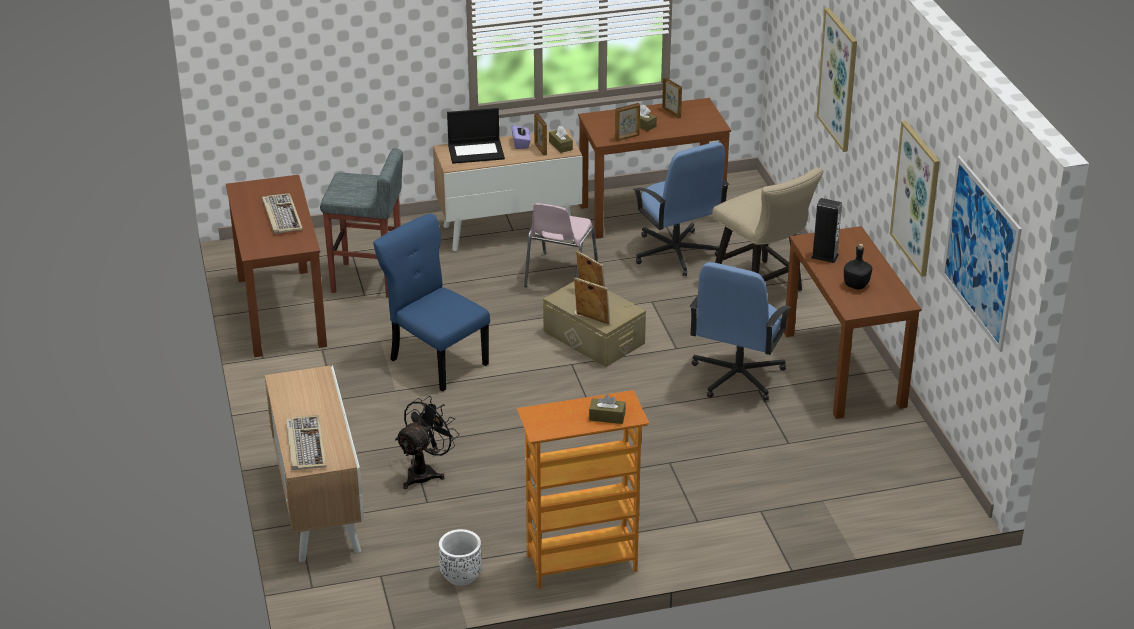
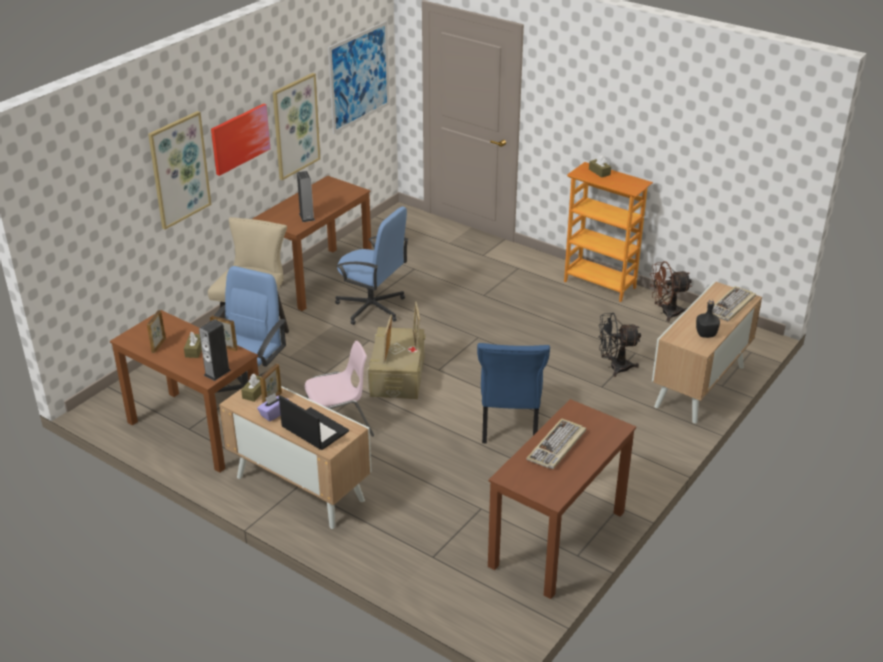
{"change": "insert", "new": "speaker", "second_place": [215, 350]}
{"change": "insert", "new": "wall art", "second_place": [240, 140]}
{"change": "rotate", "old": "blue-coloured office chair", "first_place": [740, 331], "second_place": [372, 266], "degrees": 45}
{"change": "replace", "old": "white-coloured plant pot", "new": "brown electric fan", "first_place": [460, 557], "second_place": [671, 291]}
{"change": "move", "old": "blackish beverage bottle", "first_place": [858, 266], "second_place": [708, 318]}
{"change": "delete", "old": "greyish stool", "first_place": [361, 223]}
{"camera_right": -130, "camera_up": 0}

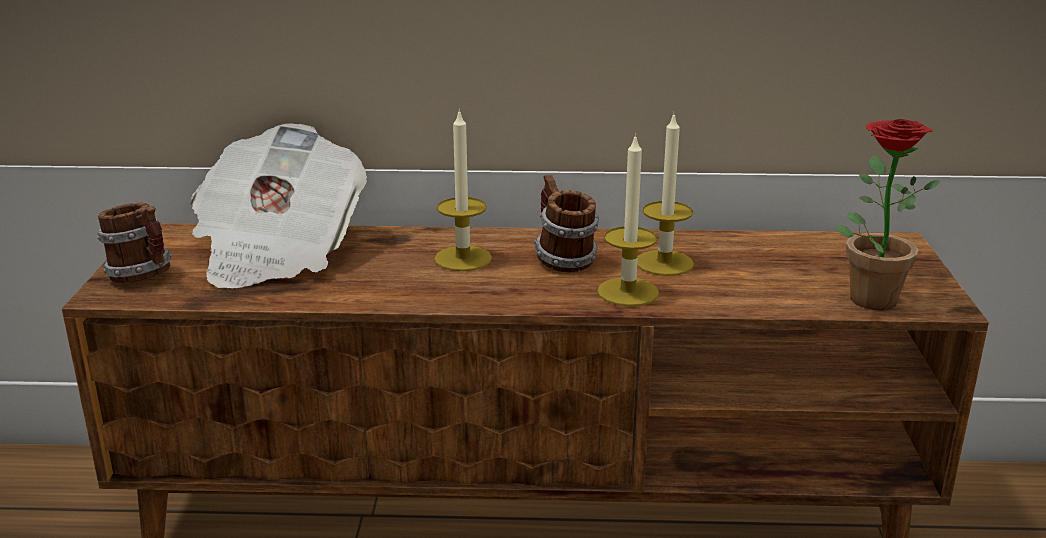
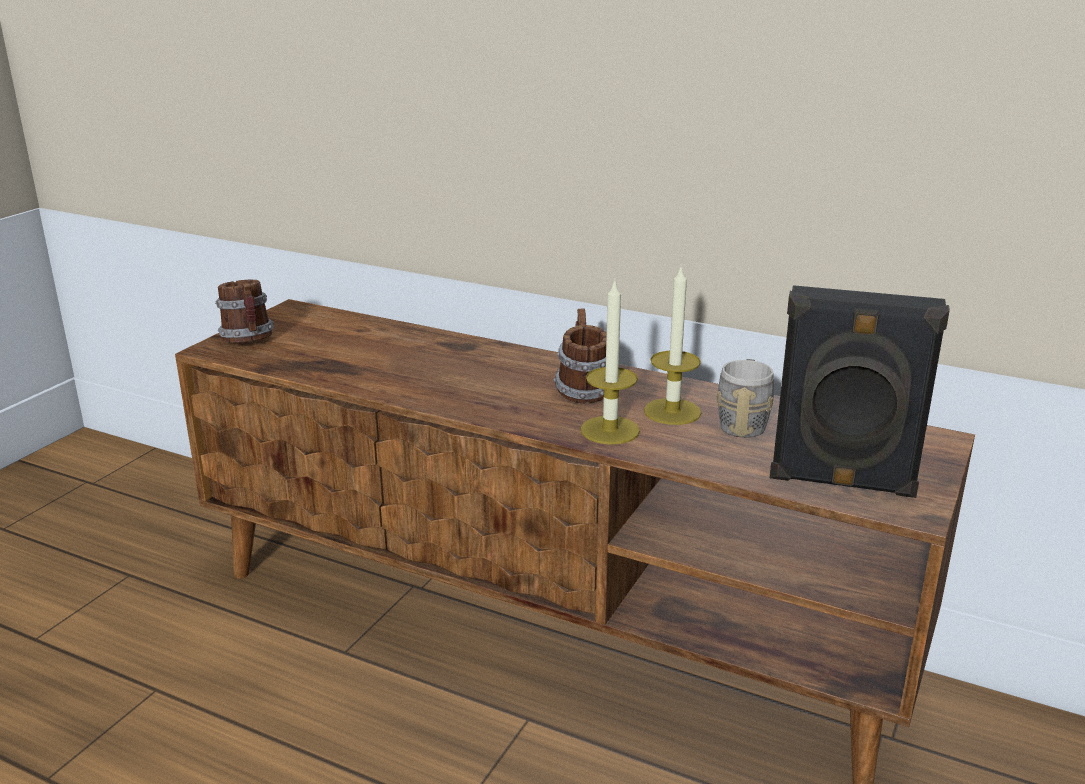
{"change": "insert", "new": "greyish tea mug", "second_place": [745, 398]}
{"change": "replace", "old": "houseplant", "new": "blackish speaker", "first_place": [888, 214], "second_place": [859, 391]}
{"change": "delete", "old": "daily paper", "first_place": [279, 205]}
{"change": "delete", "old": "candle", "first_place": [463, 189]}
{"camera_right": 25, "camera_up": 0}

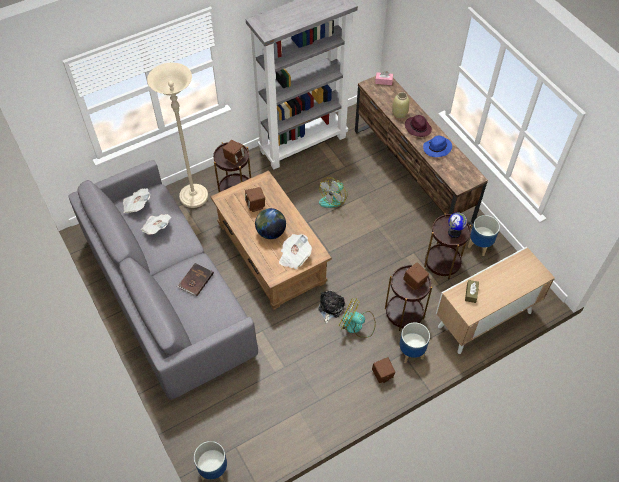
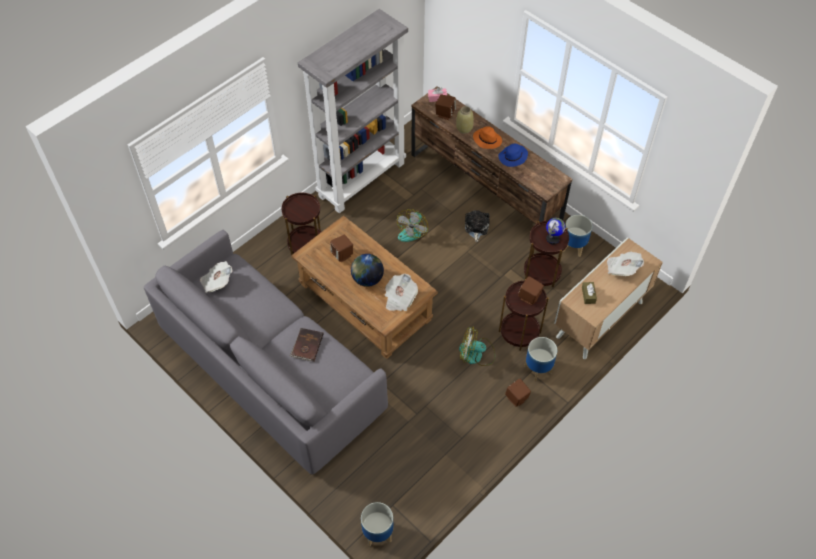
{"change": "move", "old": "brown speaker", "first_place": [234, 152], "second_place": [445, 107]}
{"change": "move", "old": "soft toy", "first_place": [331, 307], "second_place": [477, 226]}
{"change": "recolor", "old": "purple clothing hat", "new": "orangey clothing hat", "first_place": [418, 126], "second_place": [487, 137]}
{"change": "move", "old": "daily paper", "first_place": [156, 224], "second_place": [625, 263]}
{"change": "delete", "old": "beige standing lamp", "first_place": [177, 135]}
{"camera_right": -15, "camera_up": 0}

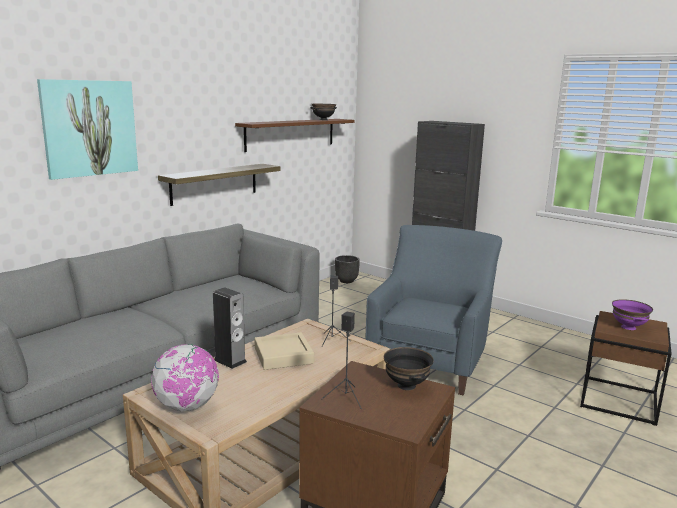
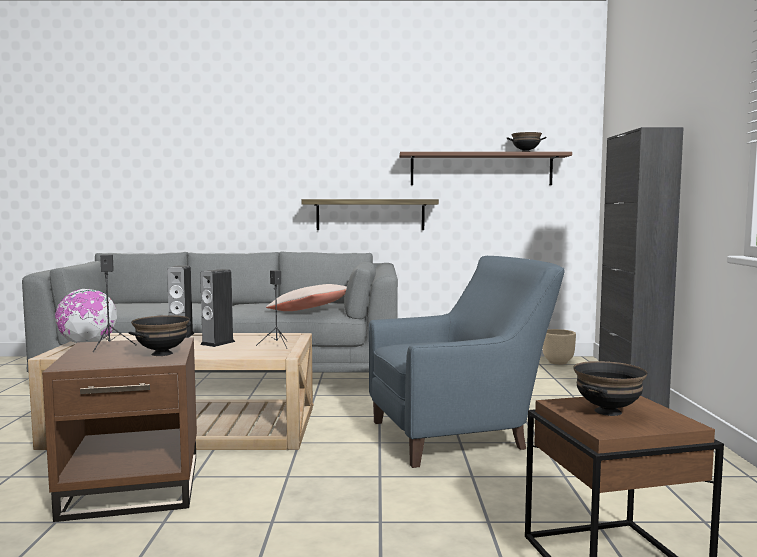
{"change": "replace", "old": "beige tray", "new": "speaker", "first_place": [284, 351], "second_place": [217, 308]}
{"change": "insert", "new": "beige throw pillow", "second_place": [306, 297]}
{"change": "recolor", "old": "blackish plant pot", "new": "beige plant pot", "first_place": [347, 269], "second_place": [559, 347]}
{"change": "recolor", "old": "purple deep dish", "new": "blackish deep dish", "first_place": [632, 314], "second_place": [610, 388]}
{"change": "delete", "old": "wall art", "first_place": [87, 129]}
{"camera_right": 50, "camera_up": -10}

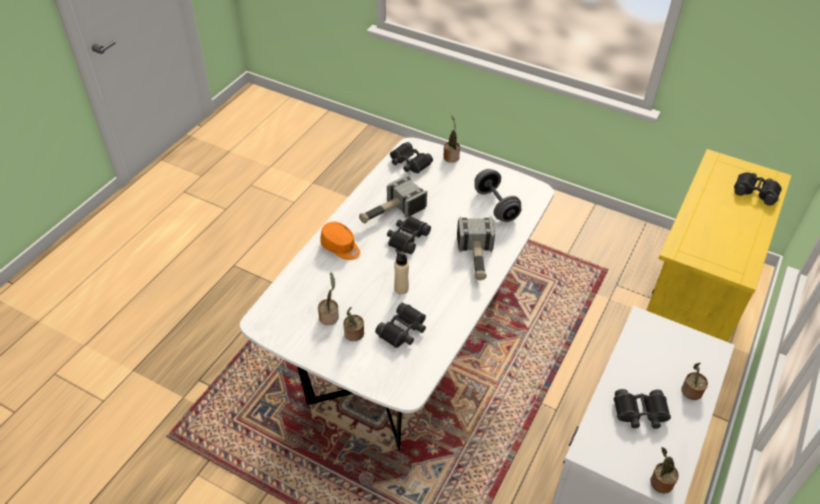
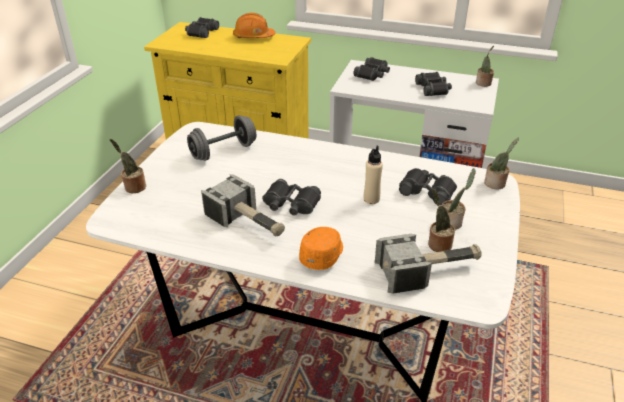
{"change": "insert", "new": "orangey work helmet", "second_place": [254, 25]}
{"change": "move", "old": "blackish binoculars", "first_place": [411, 157], "second_place": [372, 69]}
{"change": "move", "old": "tool hammer", "first_place": [476, 248], "second_place": [428, 264]}
{"change": "move", "old": "houseplant", "first_place": [694, 381], "second_place": [501, 163]}
{"camera_right": -100, "camera_up": -10}

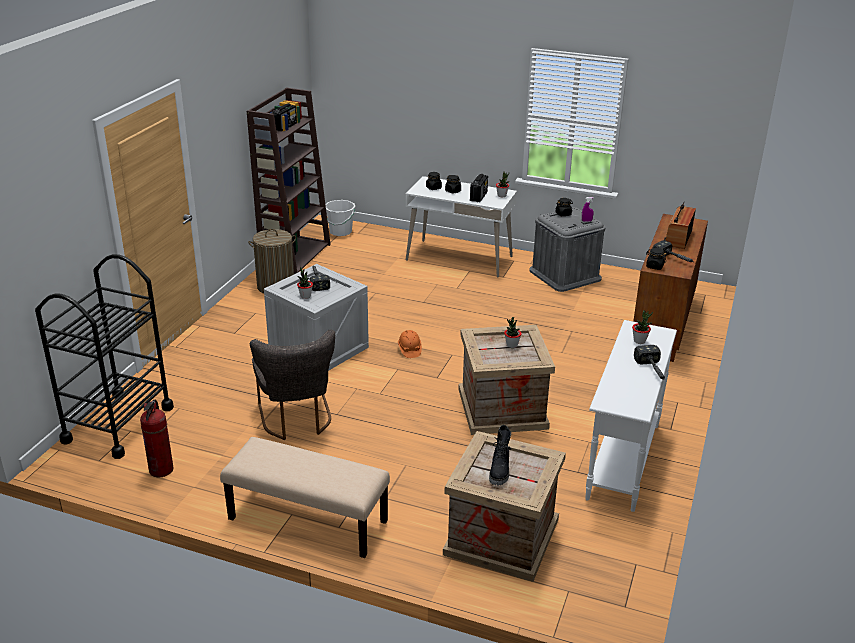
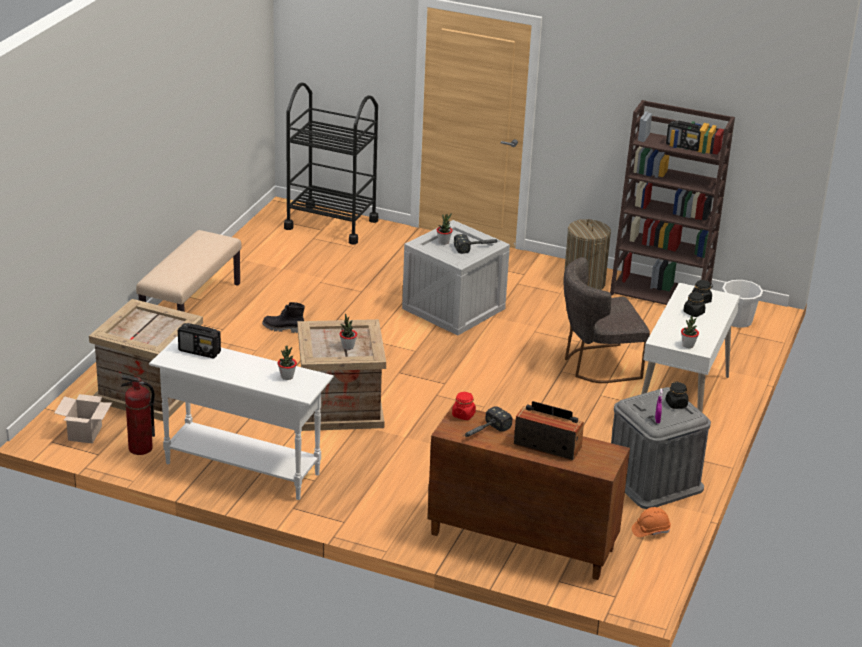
{"change": "insert", "new": "cardboard box", "second_place": [83, 419]}
{"change": "move", "old": "fire extinguisher", "first_place": [157, 438], "second_place": [138, 415]}
{"change": "move", "old": "radio set", "first_place": [479, 188], "second_place": [199, 341]}
{"change": "move", "old": "blackish high-top boot", "first_place": [500, 455], "second_place": [283, 317]}
{"change": "recolor", "old": "blackish storage jar", "new": "red storage jar", "first_place": [656, 259], "second_place": [464, 406]}
{"change": "move", "old": "greyish chair", "first_place": [292, 385], "second_place": [607, 320]}
{"change": "move", "old": "orangey work helmet", "first_place": [410, 344], "second_place": [651, 522]}
{"change": "delete", "old": "tool hammer", "first_place": [649, 362]}
{"camera_right": 90, "camera_up": 0}

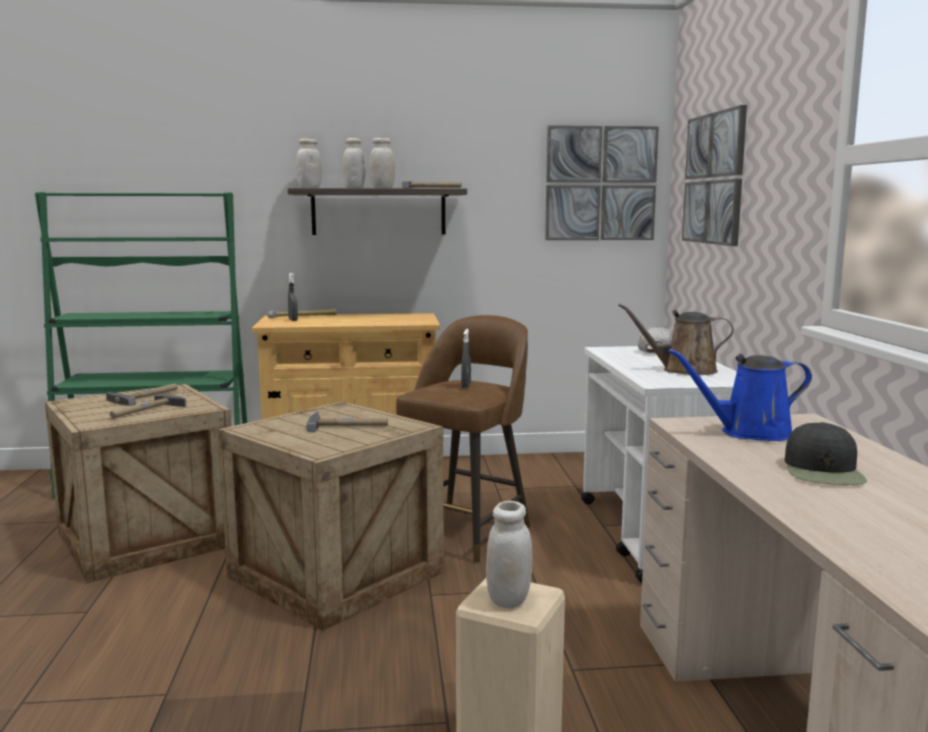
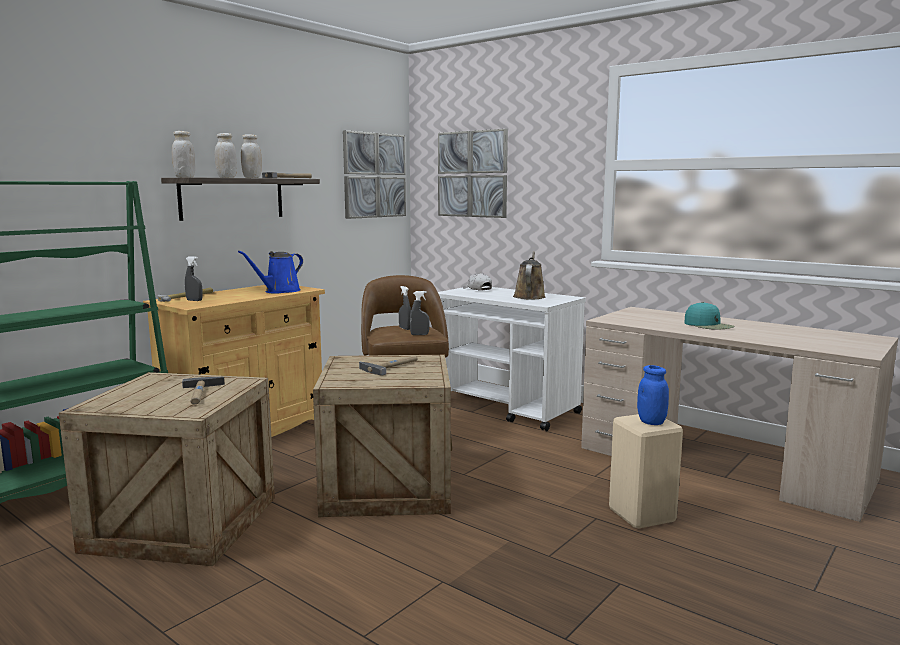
{"change": "move", "old": "blue-coloured sprinkling can", "first_place": [740, 395], "second_place": [270, 272]}
{"change": "insert", "new": "greyish sprayer", "second_place": [420, 313]}
{"change": "rotate", "old": "brown sprinkling can", "first_place": [676, 339], "second_place": [529, 275], "degrees": 135}
{"change": "recolor", "old": "white-coloured storage jar", "new": "blue-coloured storage jar", "first_place": [509, 555], "second_place": [653, 395]}
{"change": "recolor", "old": "blackish peaked cap", "new": "turquoise peaked cap", "first_place": [826, 453], "second_place": [709, 316]}
{"change": "delete", "old": "tool hammer", "first_place": [142, 395]}
{"camera_right": -45, "camera_up": 0}

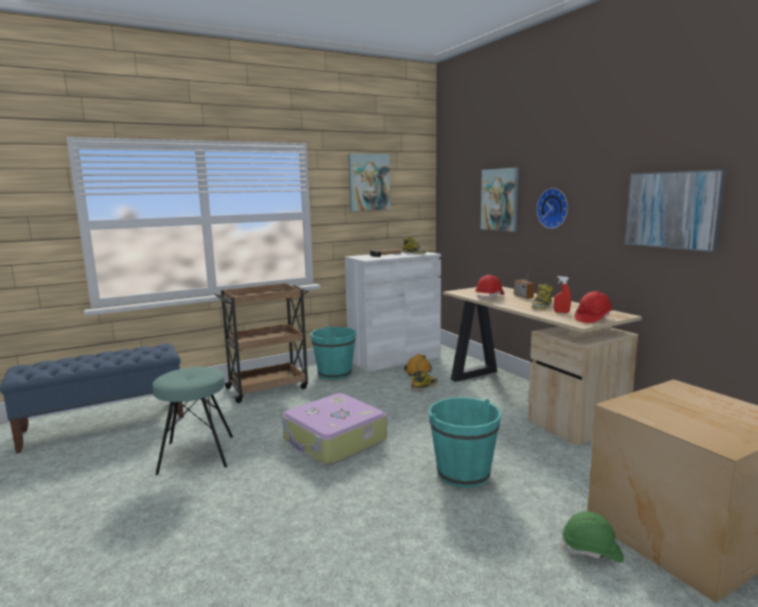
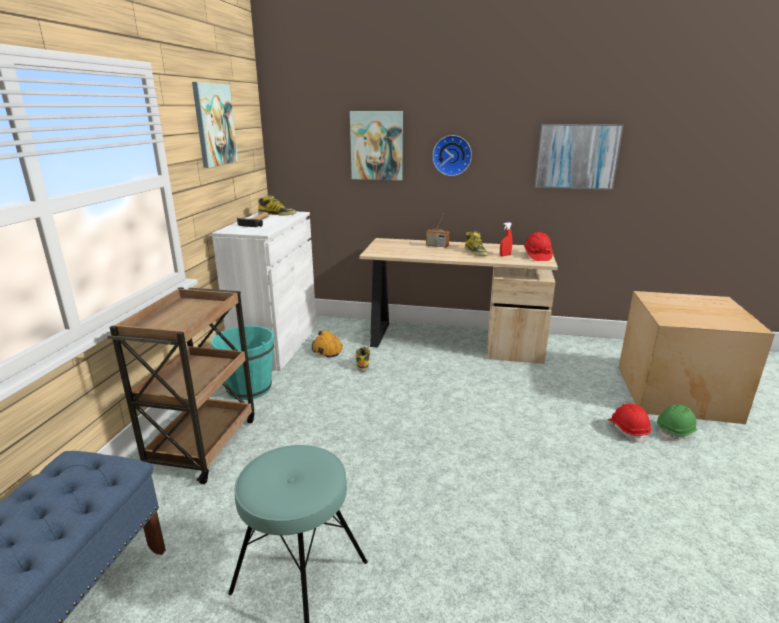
{"change": "move", "old": "red work helmet", "first_place": [489, 287], "second_place": [629, 423]}
{"change": "delete", "old": "piece of luggage", "first_place": [334, 429]}
{"change": "delete", "old": "turquoise pail", "first_place": [464, 442]}
{"camera_right": -50, "camera_up": 10}

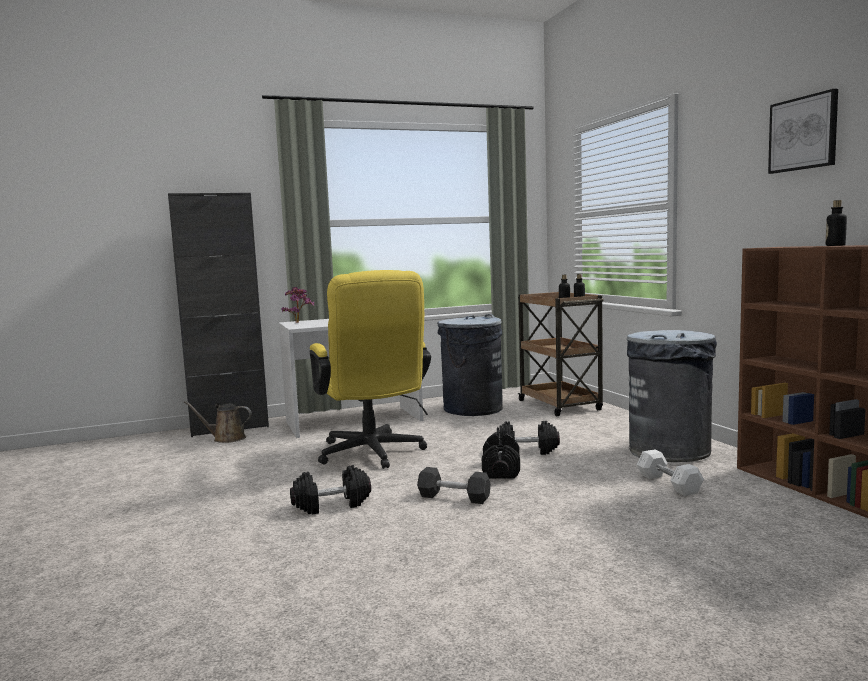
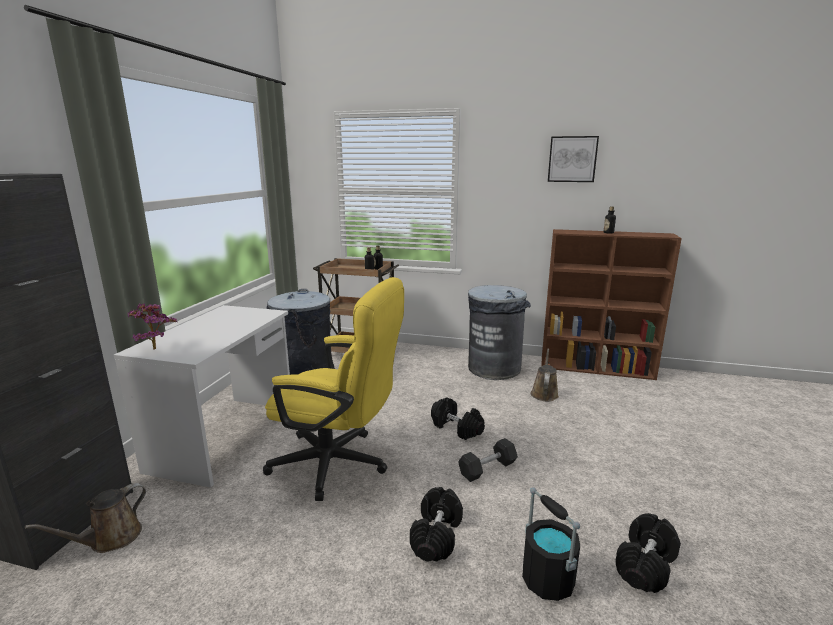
{"change": "insert", "new": "blackish pail", "second_place": [551, 544]}
{"change": "replace", "old": "white-coloured hand weight", "new": "brown sprinkling can", "first_place": [670, 472], "second_place": [545, 374]}
{"change": "move", "old": "blackish hand weight", "first_place": [527, 438], "second_place": [648, 553]}
{"camera_right": -55, "camera_up": 10}

